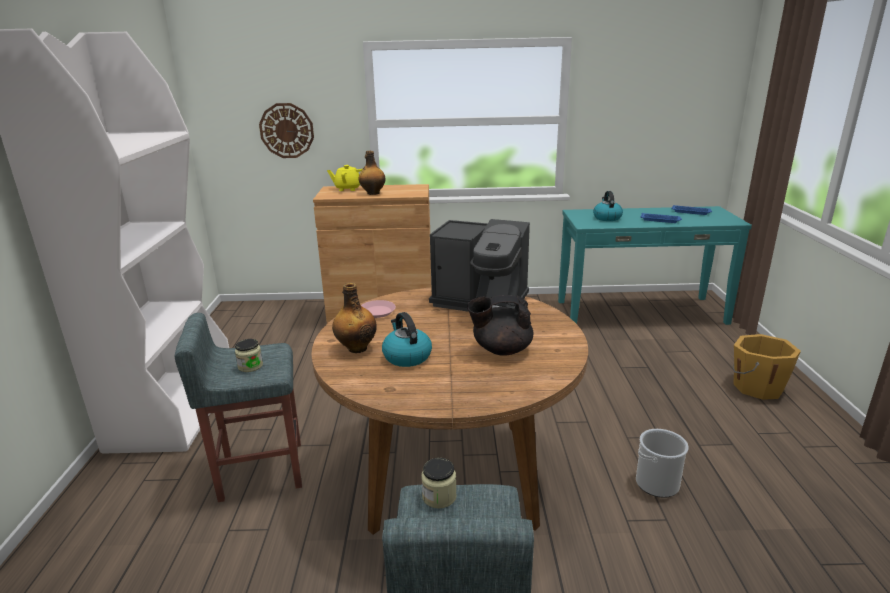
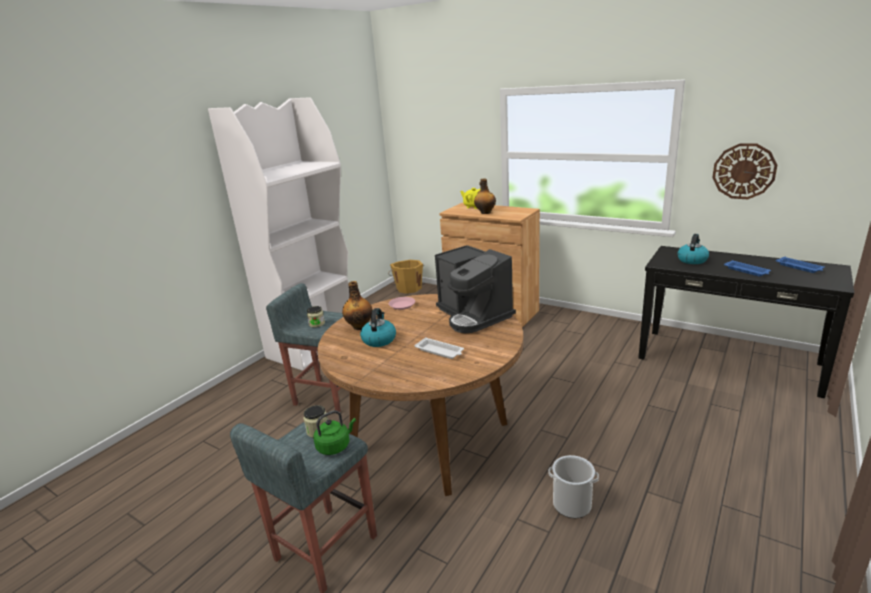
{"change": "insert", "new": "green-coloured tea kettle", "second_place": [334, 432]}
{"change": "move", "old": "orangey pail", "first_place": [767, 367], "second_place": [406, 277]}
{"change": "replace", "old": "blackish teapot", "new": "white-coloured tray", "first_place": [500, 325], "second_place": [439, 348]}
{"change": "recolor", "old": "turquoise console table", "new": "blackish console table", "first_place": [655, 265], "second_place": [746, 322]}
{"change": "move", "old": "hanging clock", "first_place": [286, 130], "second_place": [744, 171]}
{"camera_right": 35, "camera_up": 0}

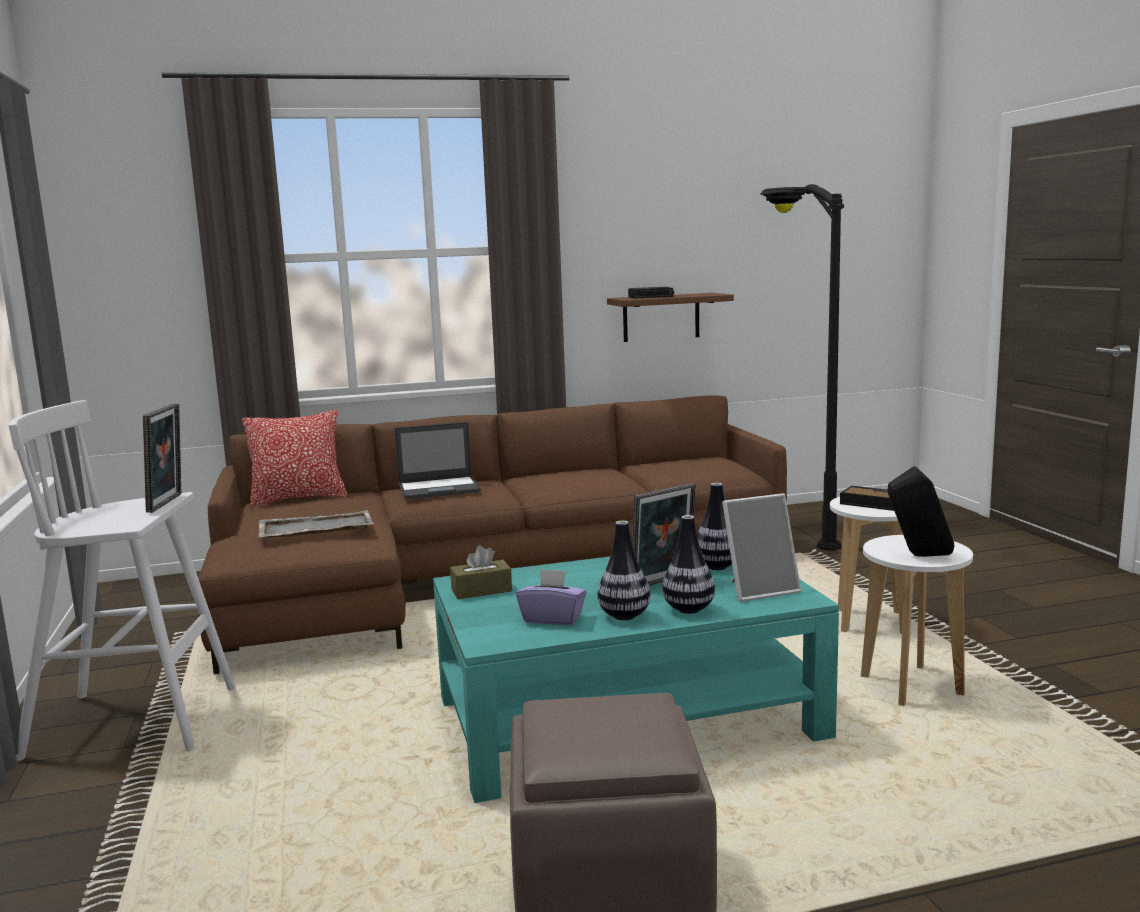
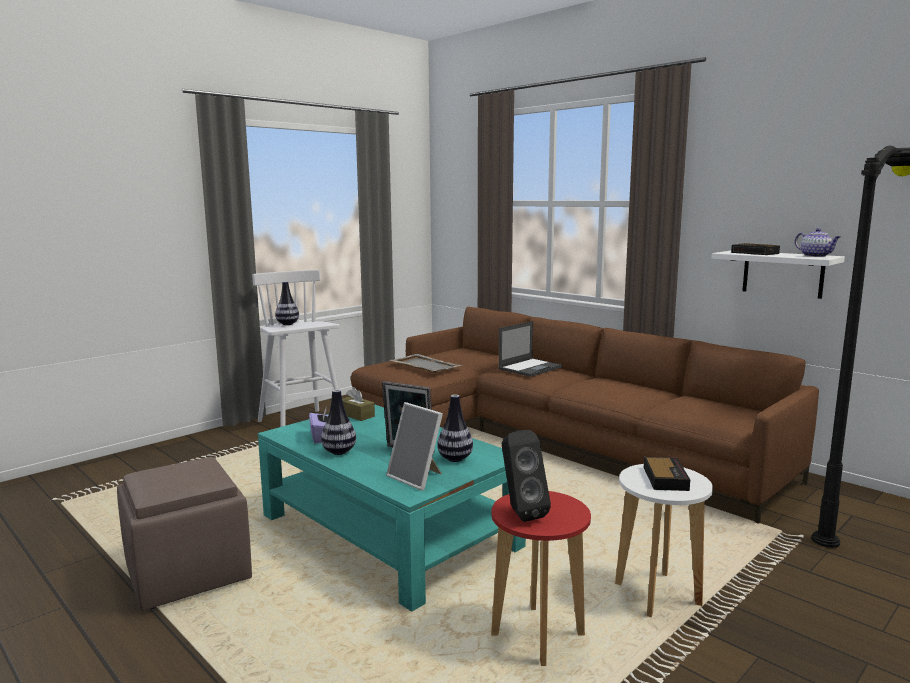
{"change": "move", "old": "flower vase", "first_place": [688, 564], "second_place": [287, 303]}
{"change": "recolor", "old": "white-coloured stool", "new": "red stool", "first_place": [917, 620], "second_place": [541, 578]}
{"change": "rotate", "old": "notebook computer", "first_place": [438, 461], "second_place": [530, 349], "degrees": -90}
{"change": "recolor", "old": "brown bracket shelf", "new": "white-coloured bracket shelf", "first_place": [670, 317], "second_place": [778, 275]}
{"change": "insert", "new": "teapot", "second_place": [817, 242]}
{"change": "delete", "old": "standing frame", "first_place": [162, 458]}
{"change": "delete", "old": "throw pillow", "first_place": [294, 458]}
{"camera_right": 60, "camera_up": 0}

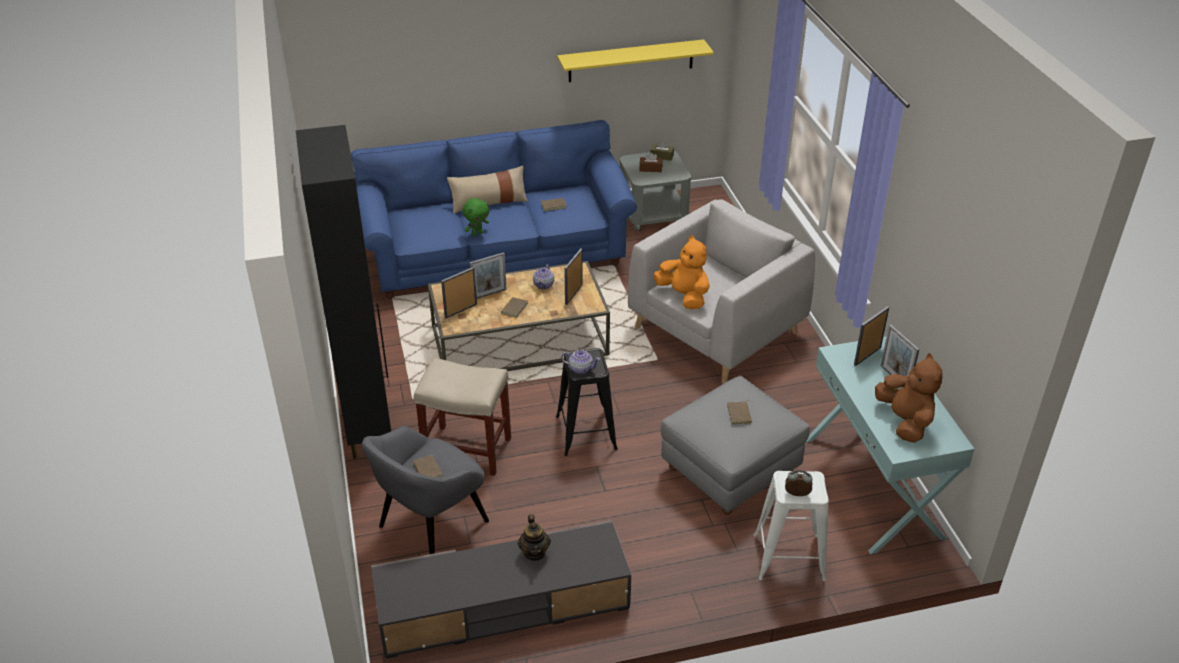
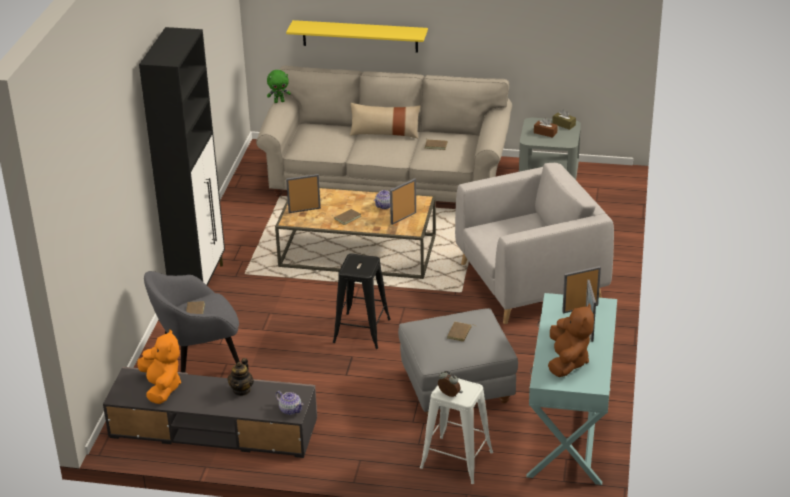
{"change": "move", "old": "orangey soft toy", "first_place": [682, 272], "second_place": [159, 367]}
{"change": "recolor", "old": "blue-coloured couch", "new": "beige couch", "first_place": [494, 209], "second_place": [384, 134]}
{"change": "move", "old": "green-coloured soft toy", "first_place": [475, 217], "second_place": [279, 86]}
{"change": "move", "old": "teapot", "first_place": [580, 362], "second_place": [290, 403]}
{"change": "move", "old": "yellowish bracket shelf", "first_place": [635, 60], "second_place": [357, 36]}
{"change": "delete", "old": "beige stool", "first_place": [462, 417]}
{"change": "delete", "old": "standing frame", "first_place": [488, 275]}
{"camera_right": 25, "camera_up": -5}

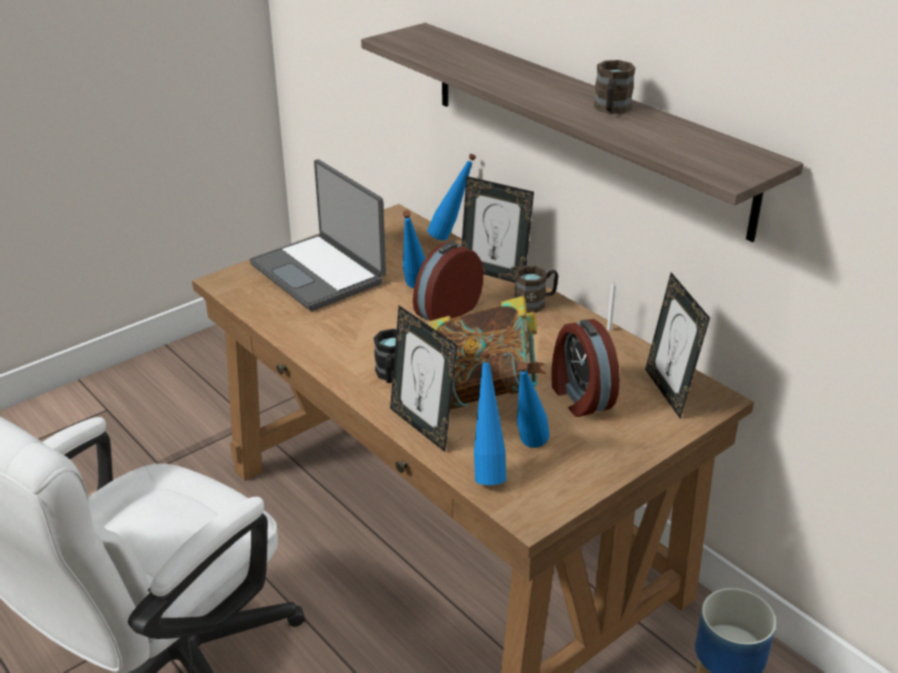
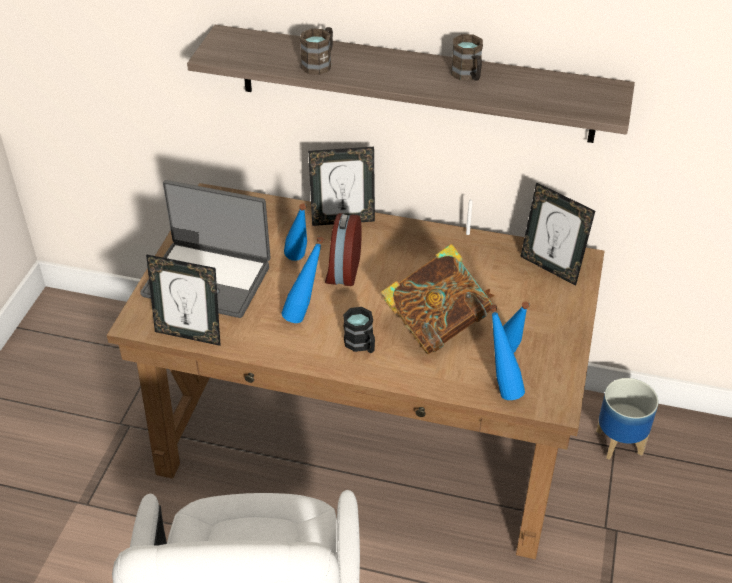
{"change": "move", "old": "standing frame", "first_place": [424, 379], "second_place": [183, 300]}
{"change": "move", "old": "blue-coloured beverage bottle", "first_place": [451, 197], "second_place": [303, 280]}
{"change": "move", "old": "brown tea mug", "first_place": [536, 289], "second_place": [316, 51]}
{"change": "delete", "old": "table clock", "first_place": [586, 368]}
{"camera_right": -35, "camera_up": 10}

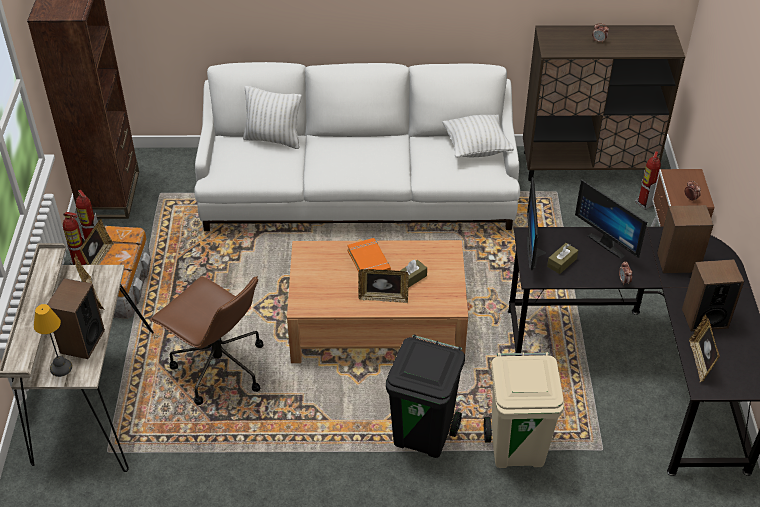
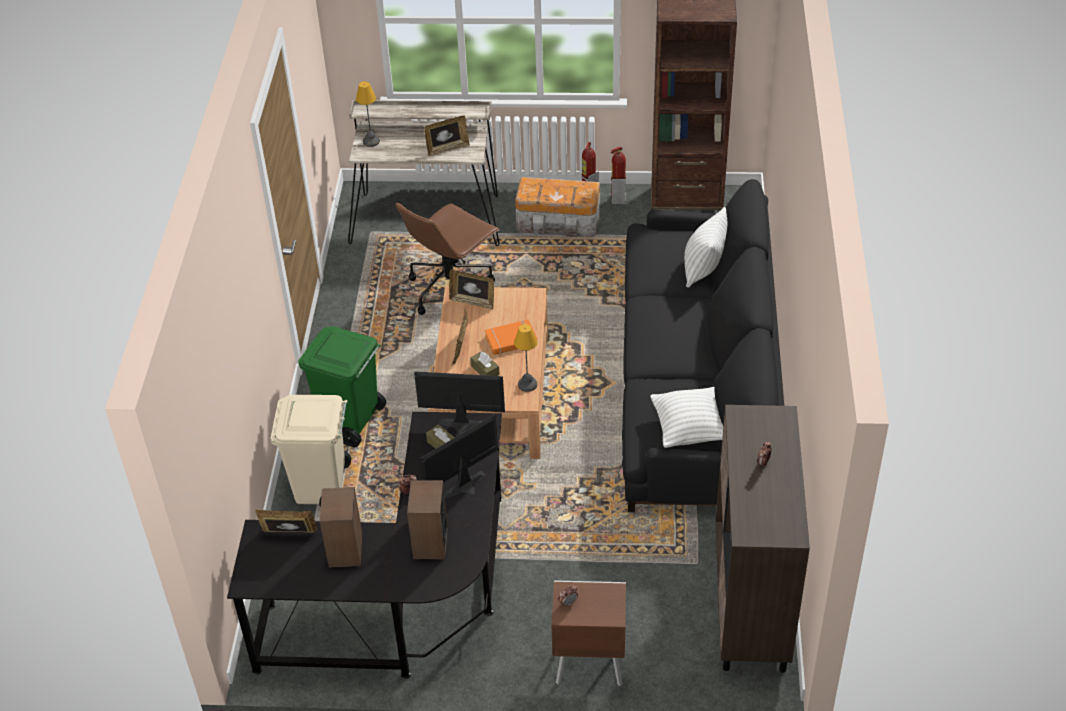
{"change": "recolor", "old": "blackish rubbish bin", "new": "green-coloured rubbish bin", "first_place": [425, 396], "second_place": [342, 386]}
{"change": "move", "old": "standing frame", "first_place": [97, 242], "second_place": [471, 290]}
{"change": "insert", "new": "table lamp", "second_place": [525, 358]}
{"change": "recolor", "old": "white-coloured couch", "new": "blackish couch", "first_place": [357, 146], "second_place": [703, 345]}
{"change": "delete", "old": "speaker", "first_place": [76, 318]}
{"change": "delete", "old": "fire extinguisher", "first_place": [648, 180]}
{"camera_right": 95, "camera_up": 0}

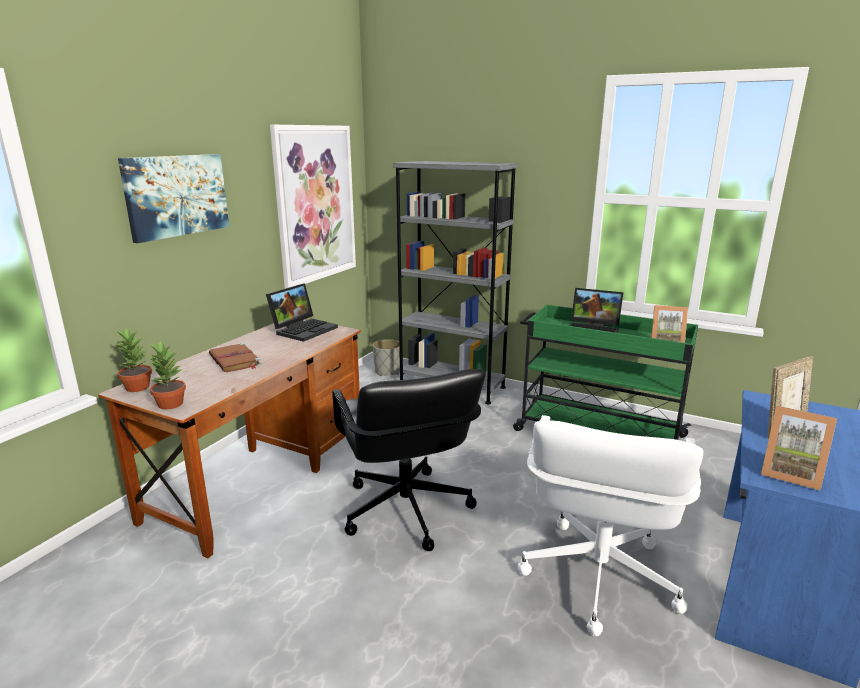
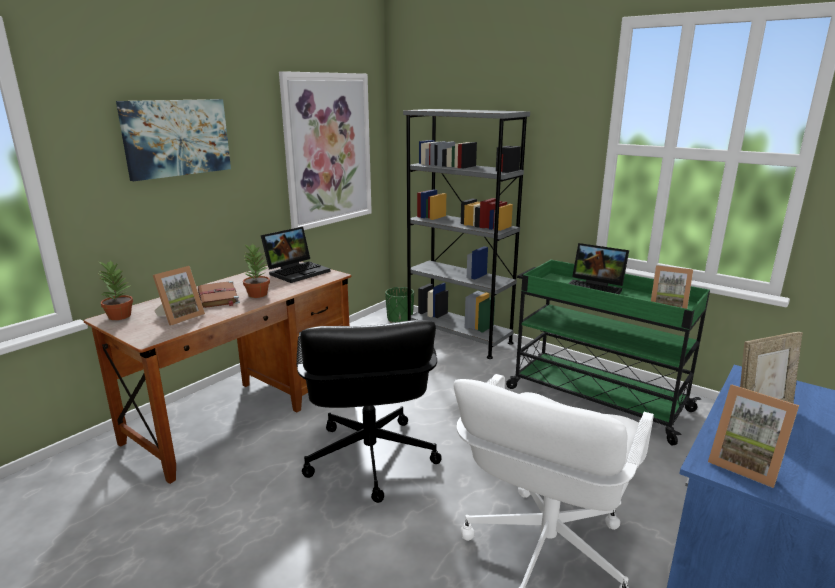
{"change": "insert", "new": "standing frame", "second_place": [179, 296]}
{"change": "move", "old": "houseplant", "first_place": [167, 375], "second_place": [256, 271]}
{"change": "recolor", "old": "greyish plant pot", "new": "green-coloured plant pot", "first_place": [386, 357], "second_place": [399, 305]}
{"camera_right": 10, "camera_up": 0}

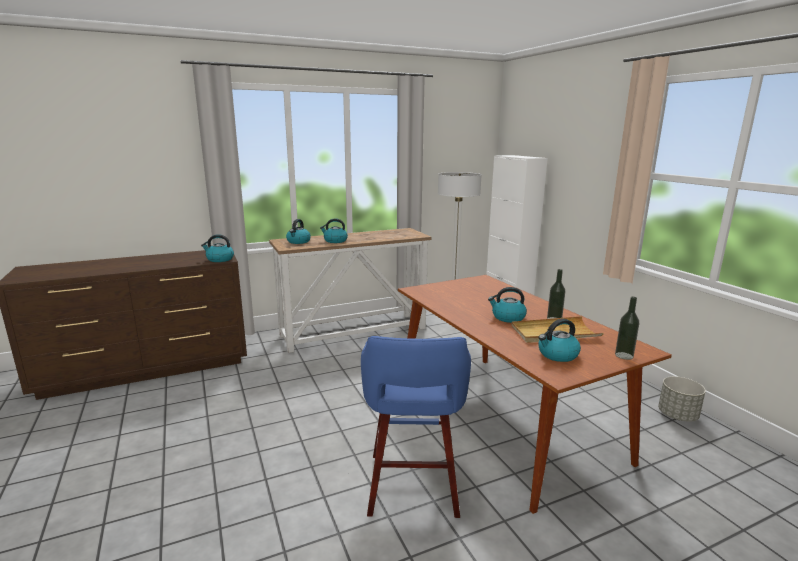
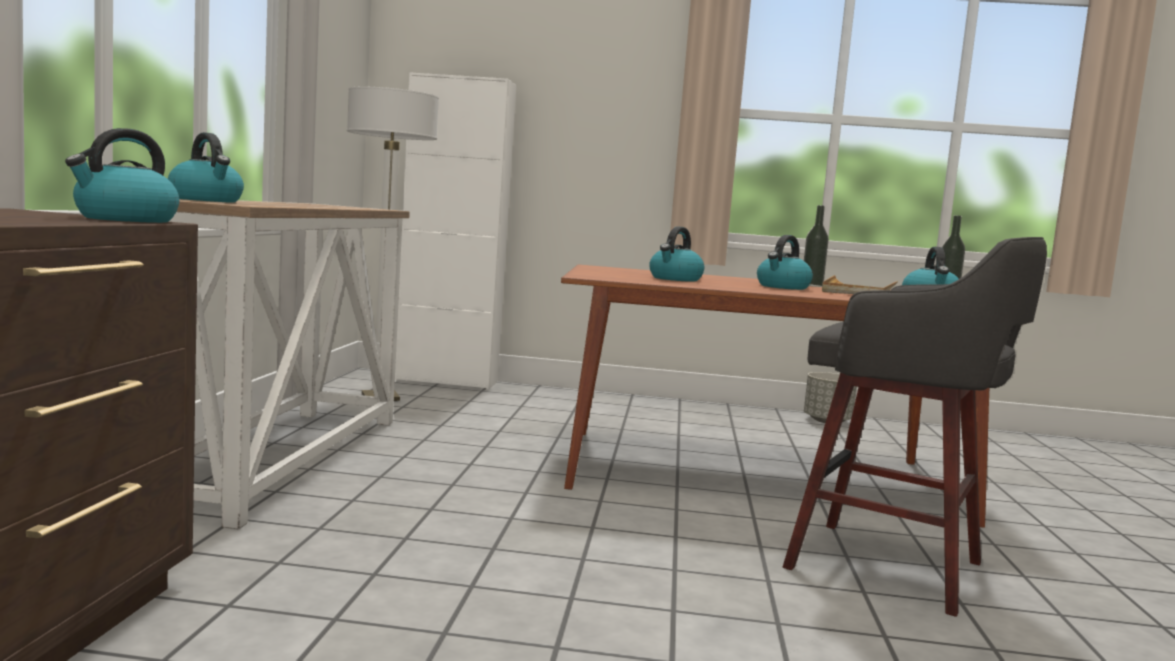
{"change": "move", "old": "tea kettle", "first_place": [334, 230], "second_place": [676, 254]}
{"change": "recolor", "old": "blue-coloured stool", "new": "greyish stool", "first_place": [416, 427], "second_place": [915, 427]}
{"camera_right": -60, "camera_up": -10}

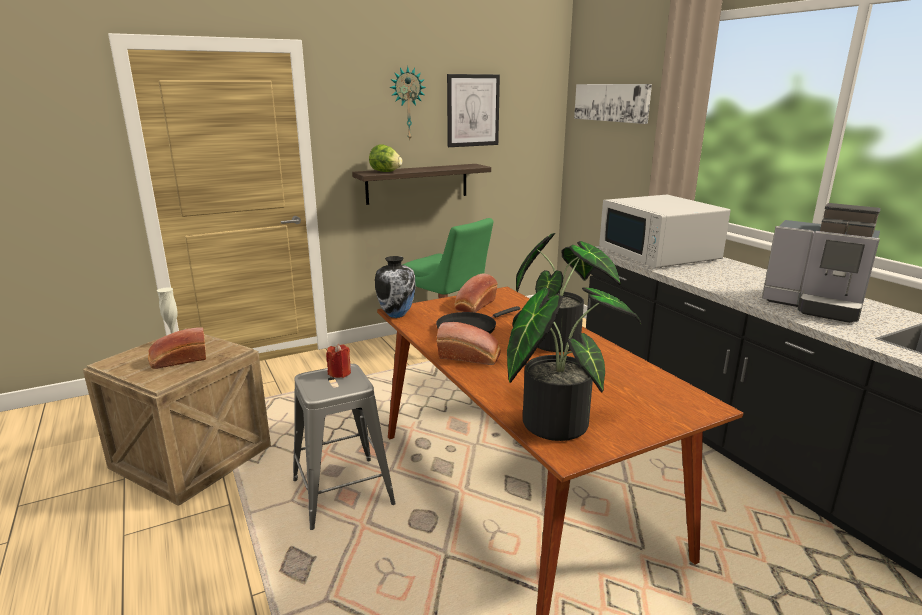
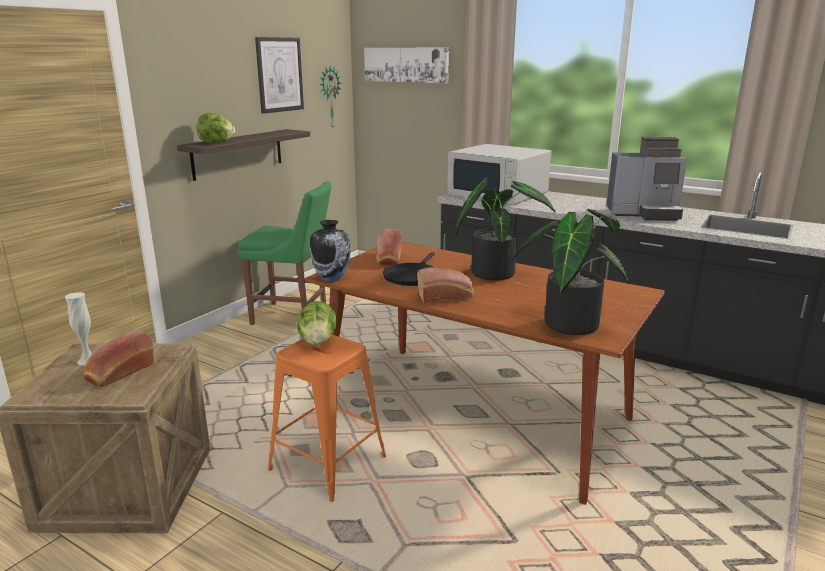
{"change": "recolor", "old": "greyish stool", "new": "orangey stool", "first_place": [344, 447], "second_place": [327, 418]}
{"change": "replace", "old": "red candle", "new": "head of lettuce", "first_place": [338, 361], "second_place": [317, 323]}
{"change": "move", "old": "hanging clock", "first_place": [408, 103], "second_place": [330, 97]}
{"camera_right": -30, "camera_up": 0}

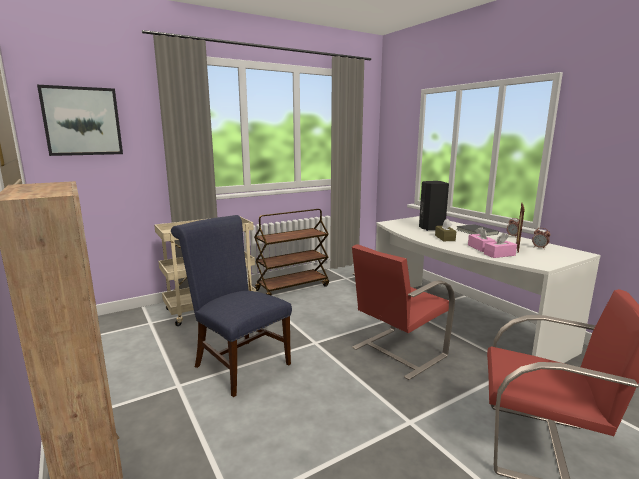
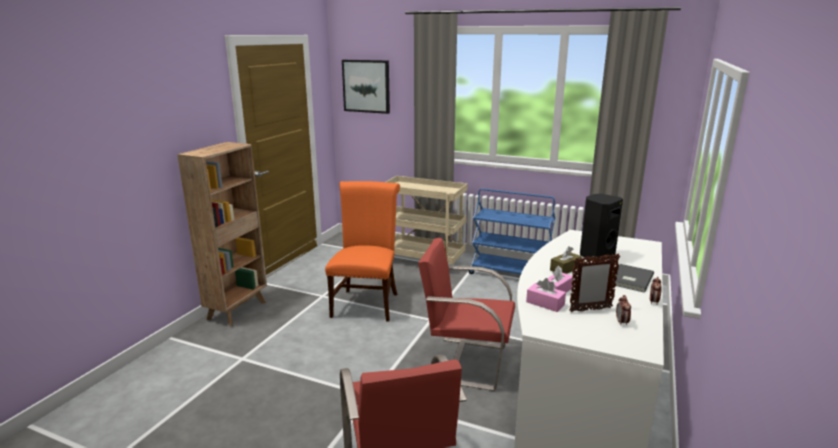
{"change": "recolor", "old": "blue-coloured chair", "new": "orangey chair", "first_place": [231, 306], "second_place": [362, 251]}
{"change": "recolor", "old": "brown trolley", "new": "blue-coloured trolley", "first_place": [291, 252], "second_place": [512, 231]}
{"camera_right": 55, "camera_up": 5}

